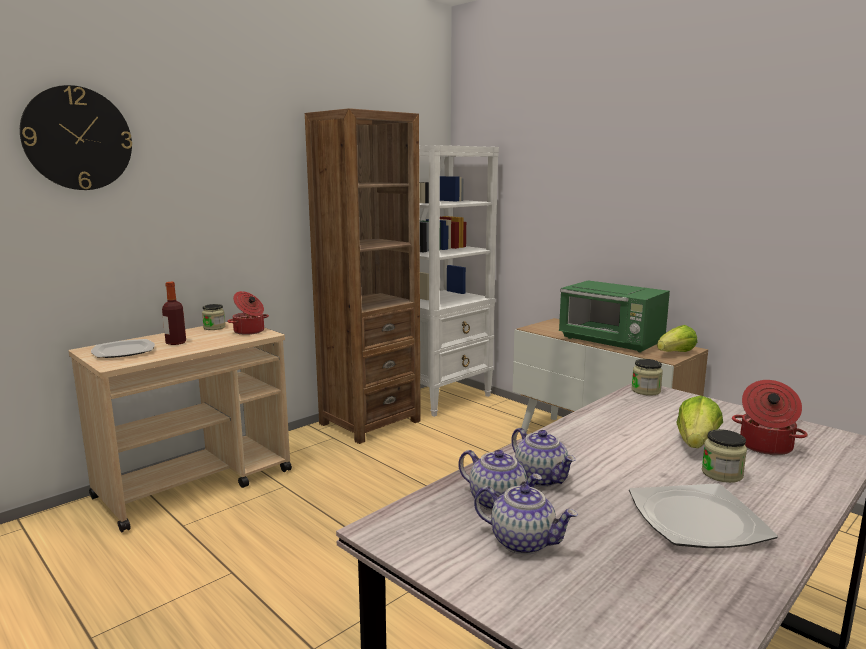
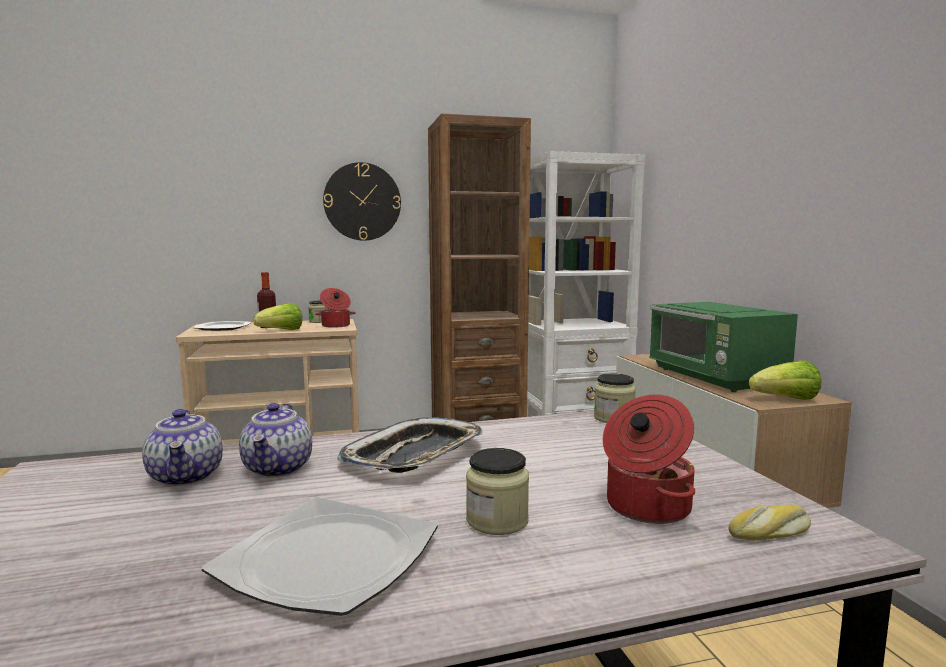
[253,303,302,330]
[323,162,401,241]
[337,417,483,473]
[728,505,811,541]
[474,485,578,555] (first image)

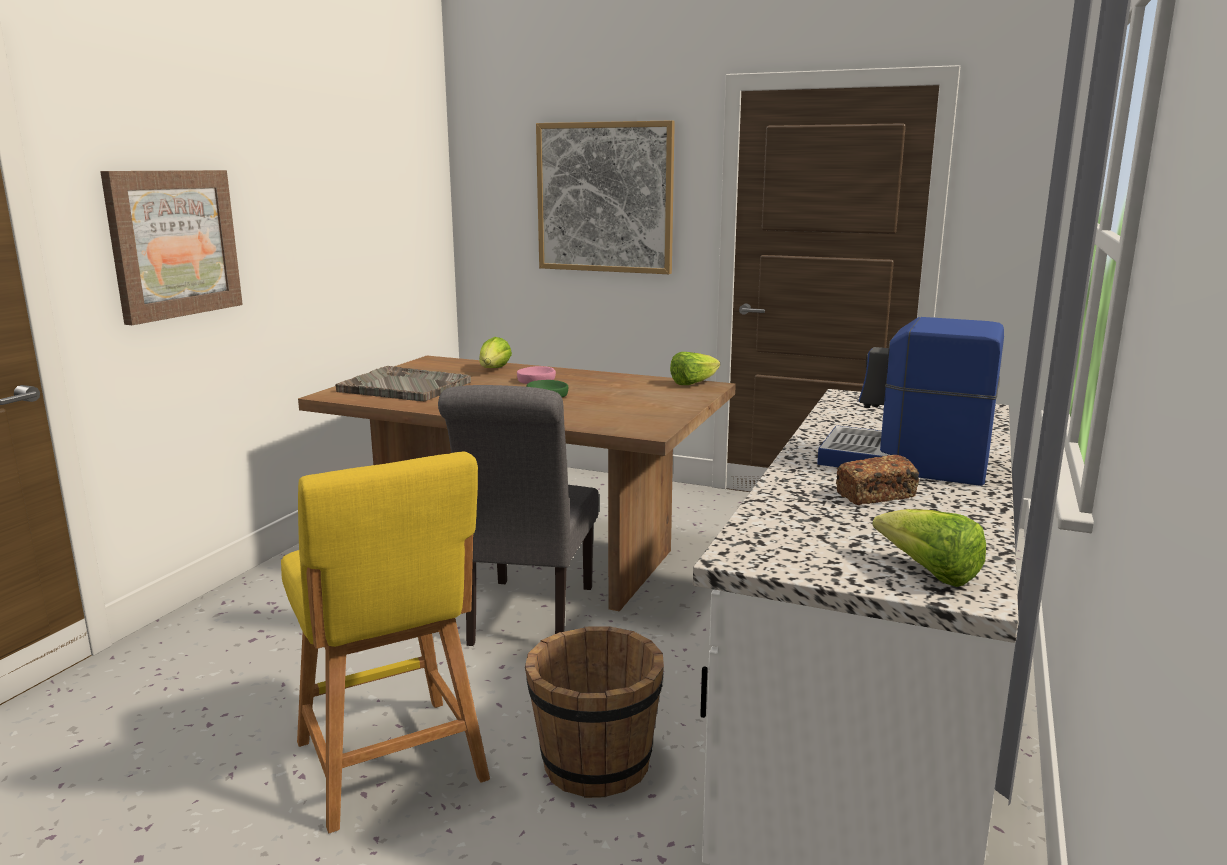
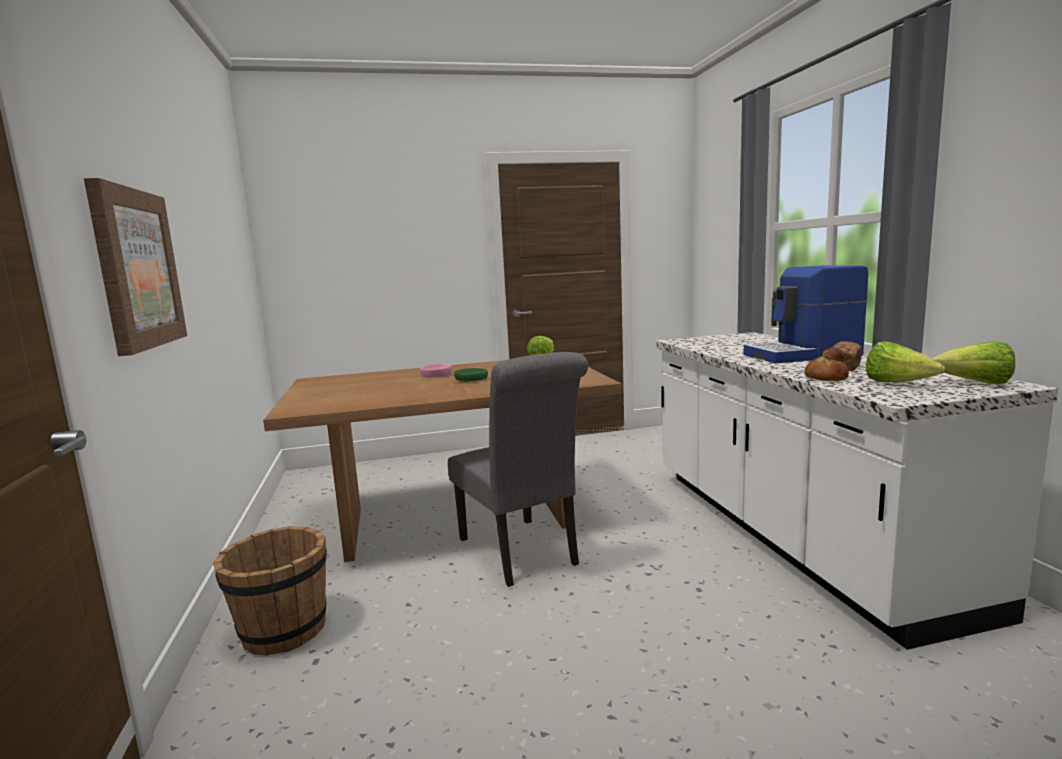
[213,526,327,656]
[804,347,849,381]
[866,341,945,382]
[281,451,490,833] (first image)
[335,366,471,401] (first image)
[536,120,675,274] (first image)

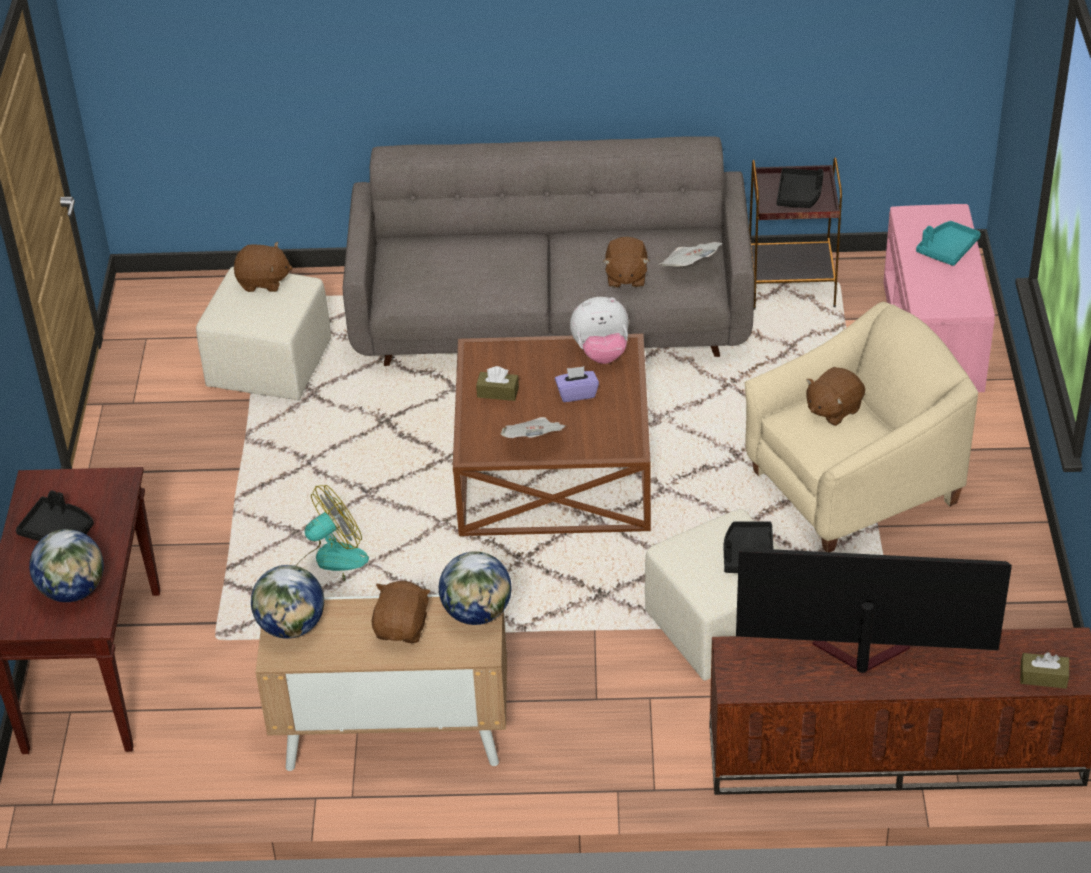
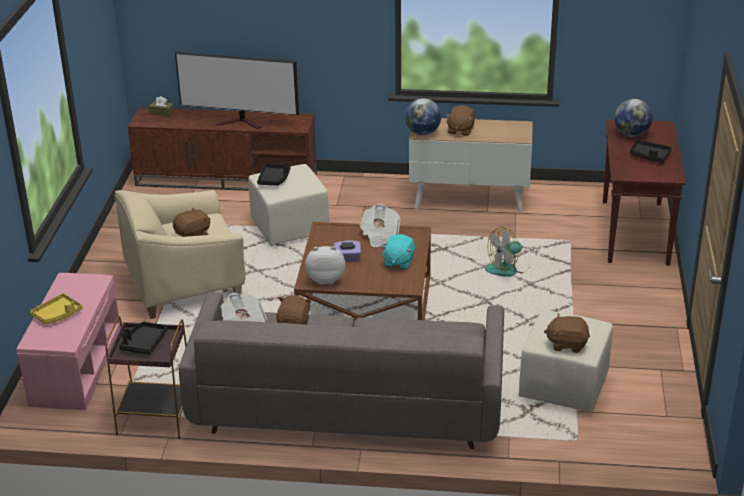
[30,293,83,324]
[381,234,415,270]
[251,565,324,639] (first image)

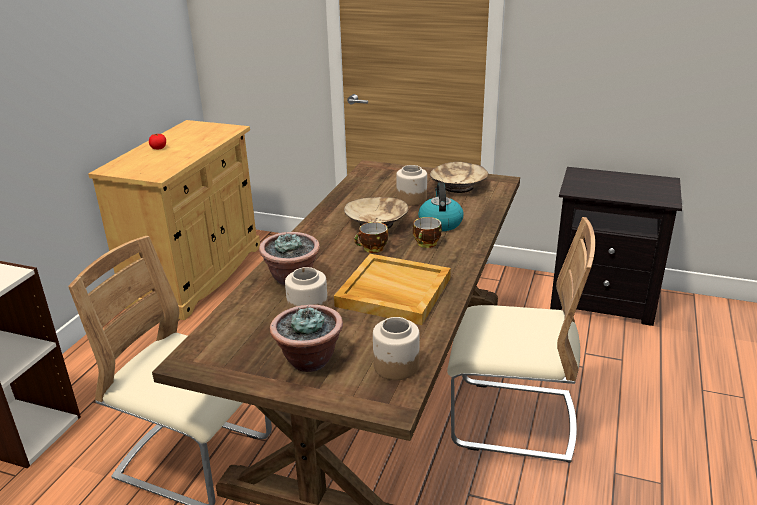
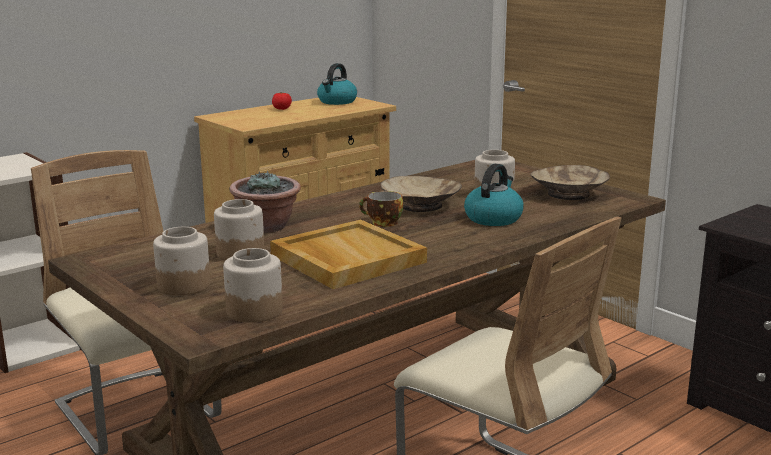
[153,227,210,295]
[317,63,357,105]
[413,217,442,248] (first image)

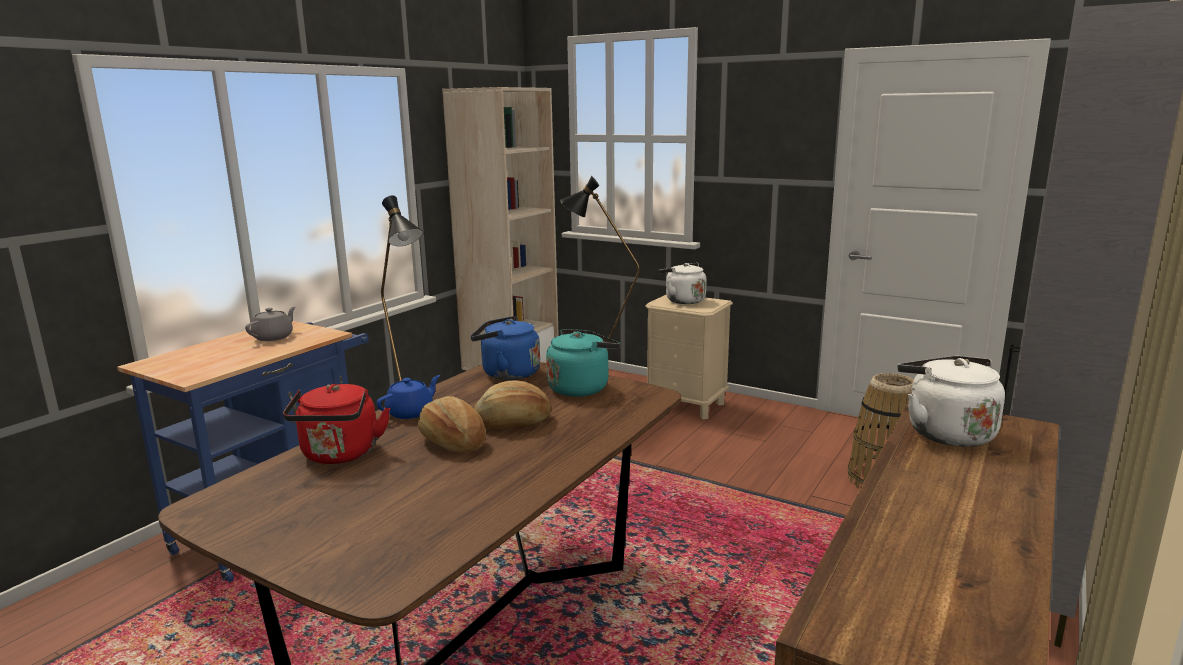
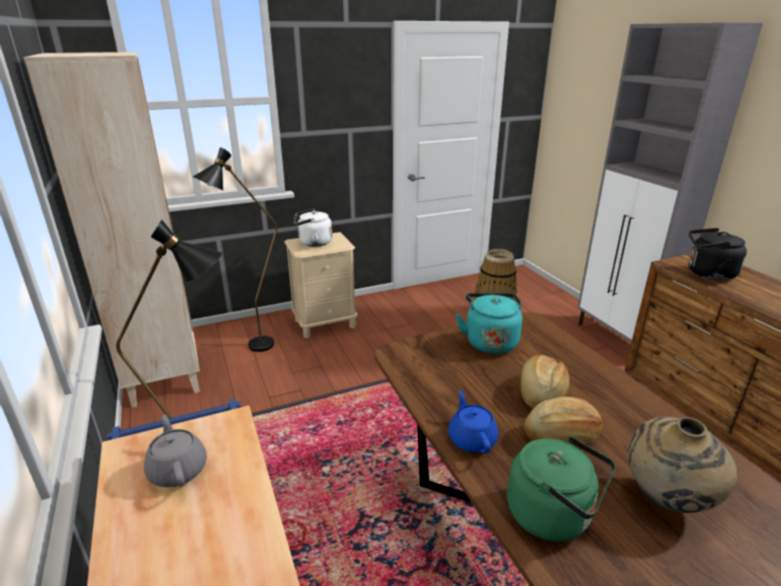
[507,436,616,542]
[628,417,738,513]
[688,228,747,281]
[471,316,540,380] (first image)

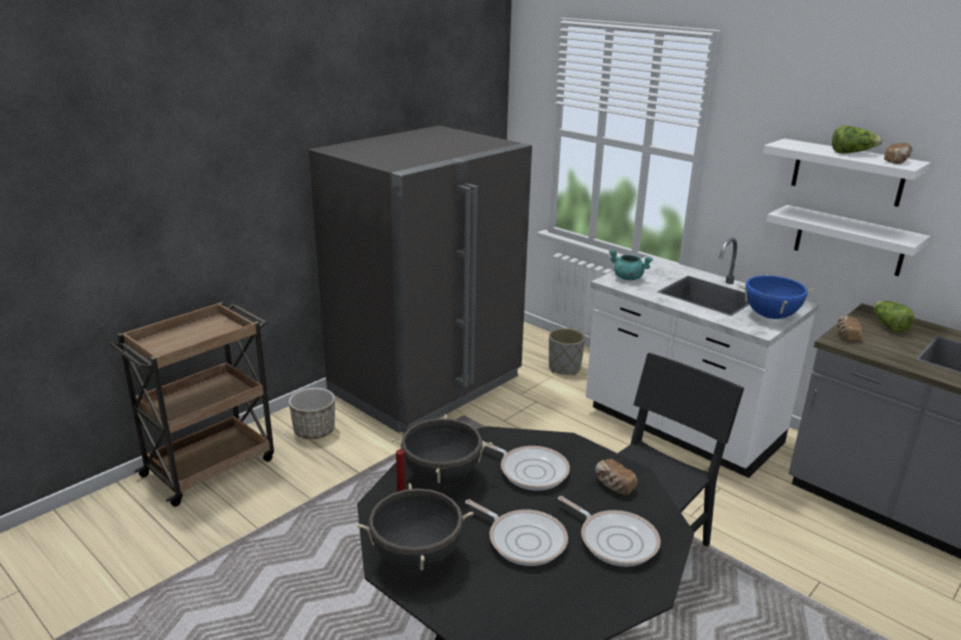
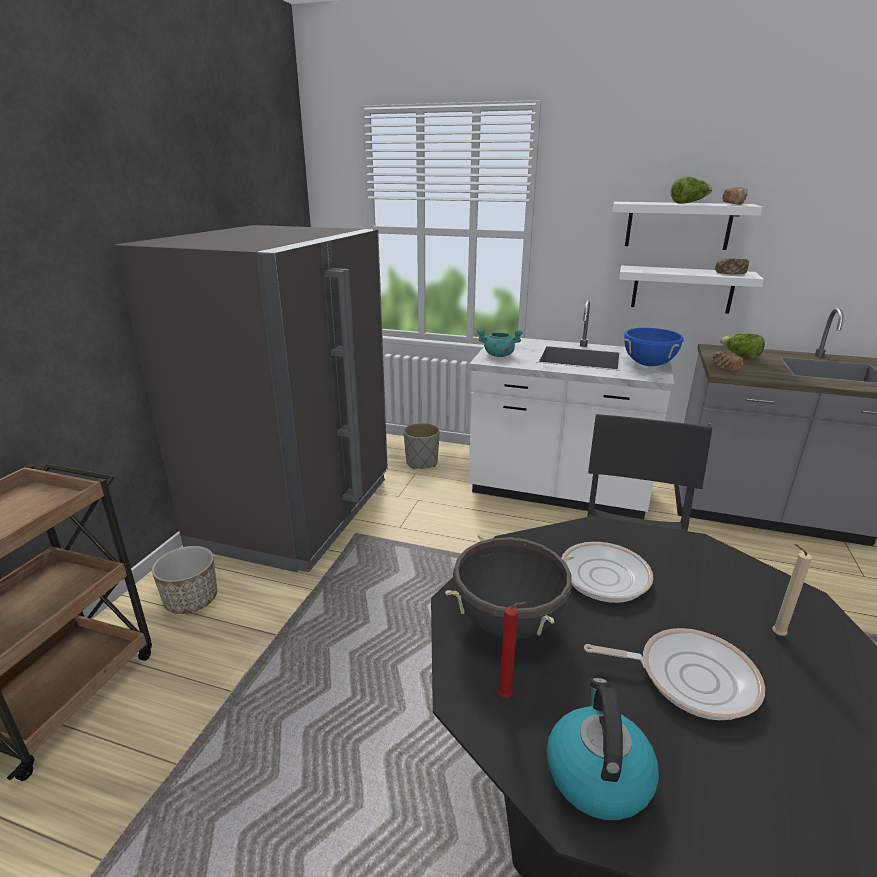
[547,678,659,820]
[715,258,749,274]
[772,544,812,636]

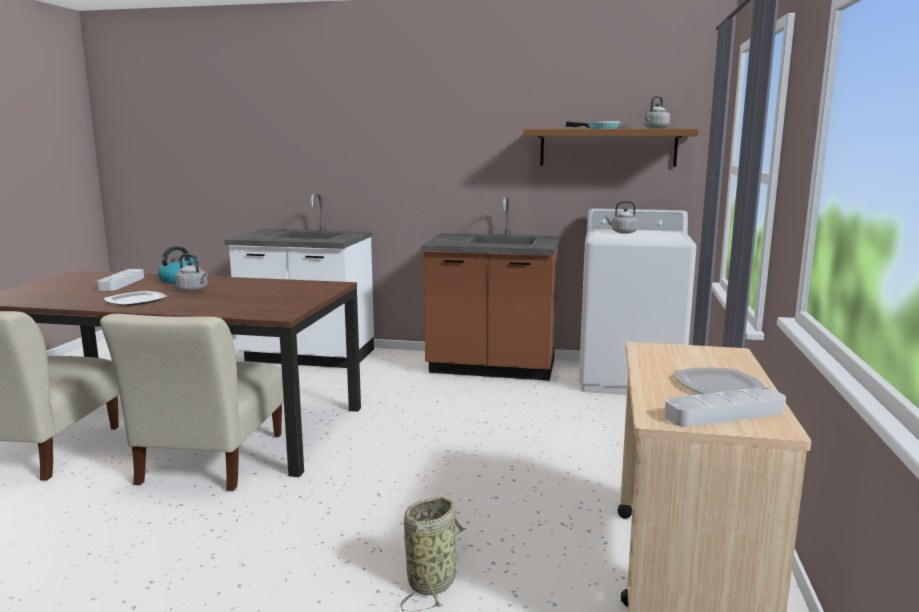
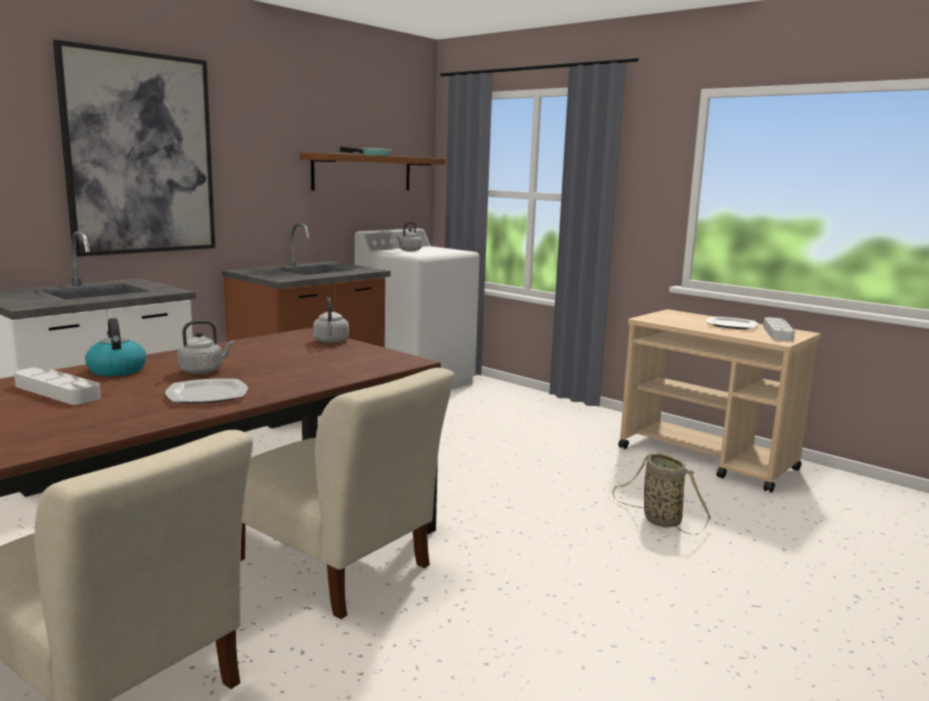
[53,40,215,257]
[313,297,349,343]

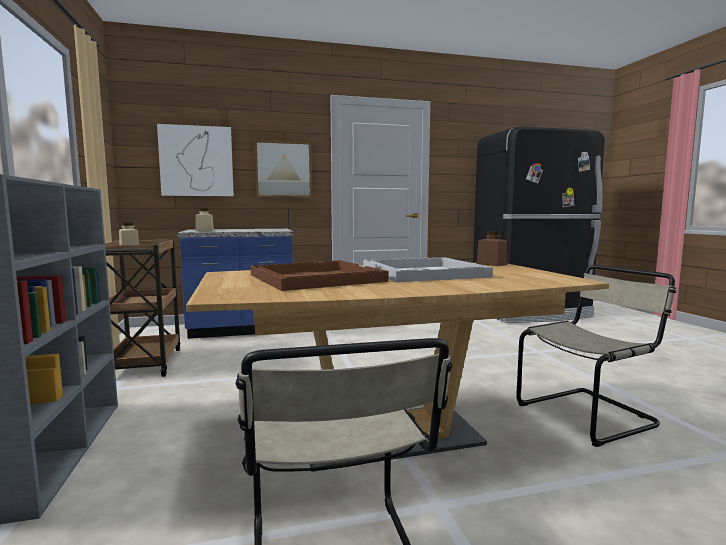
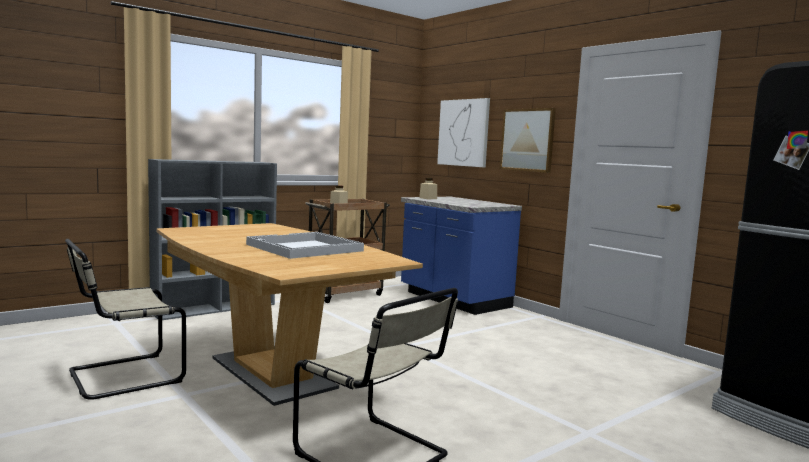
[251,260,388,291] (first image)
[477,231,507,266] (first image)

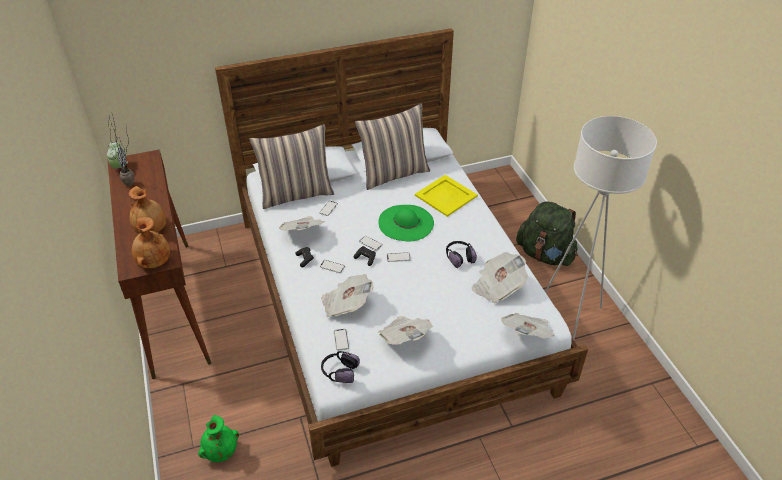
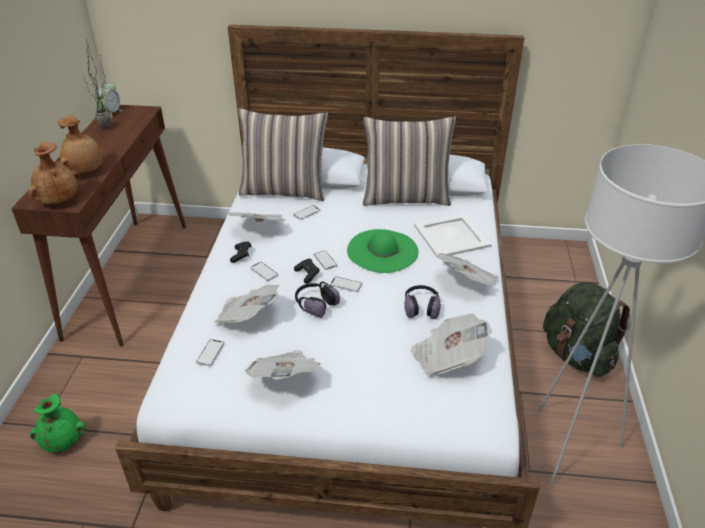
[295,281,340,318]
[414,213,492,257]
[437,253,499,286]

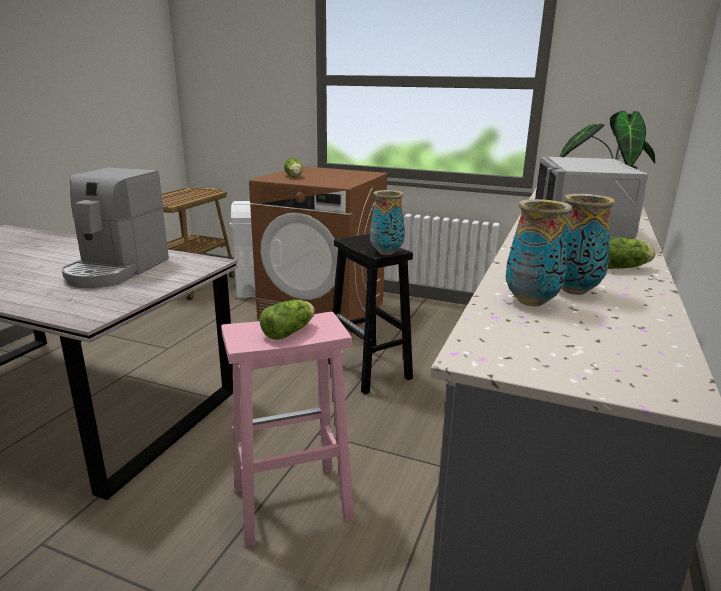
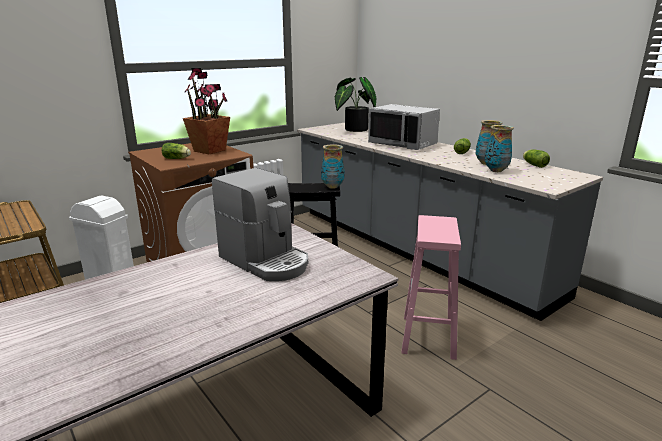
[183,68,230,154]
[523,149,550,168]

